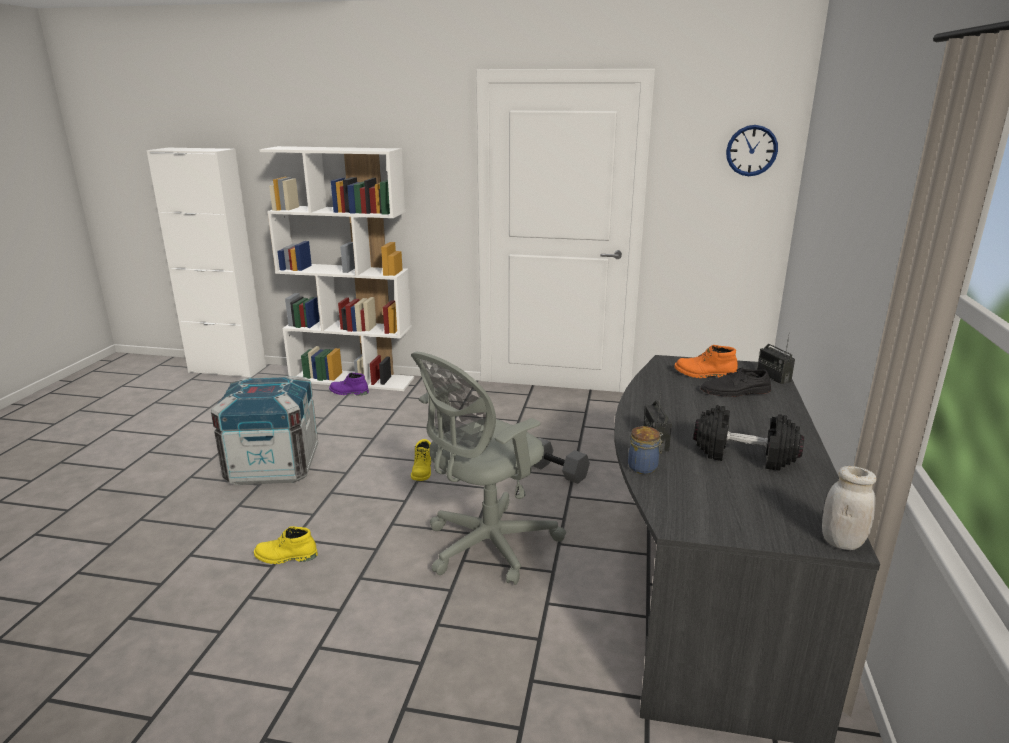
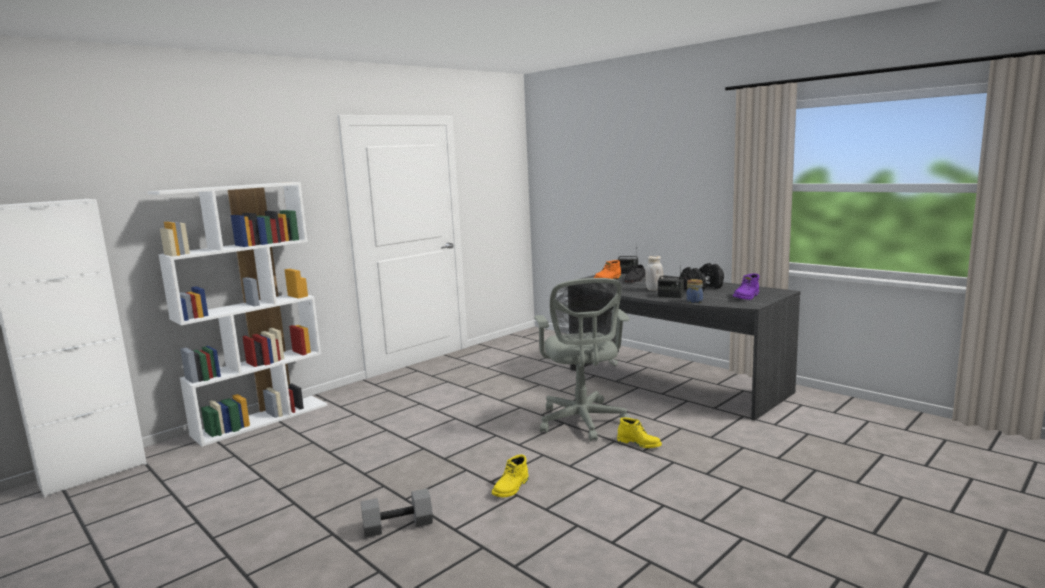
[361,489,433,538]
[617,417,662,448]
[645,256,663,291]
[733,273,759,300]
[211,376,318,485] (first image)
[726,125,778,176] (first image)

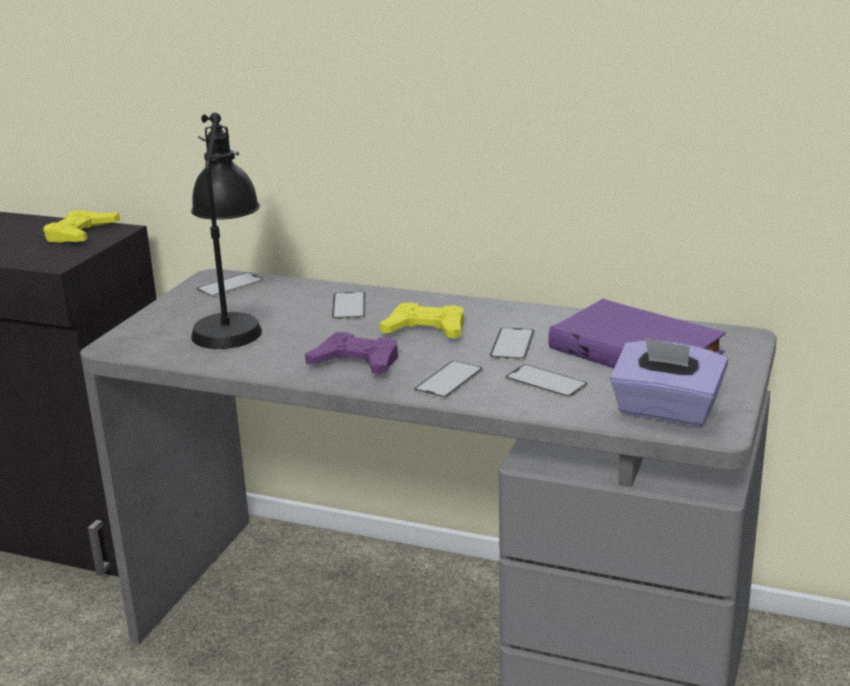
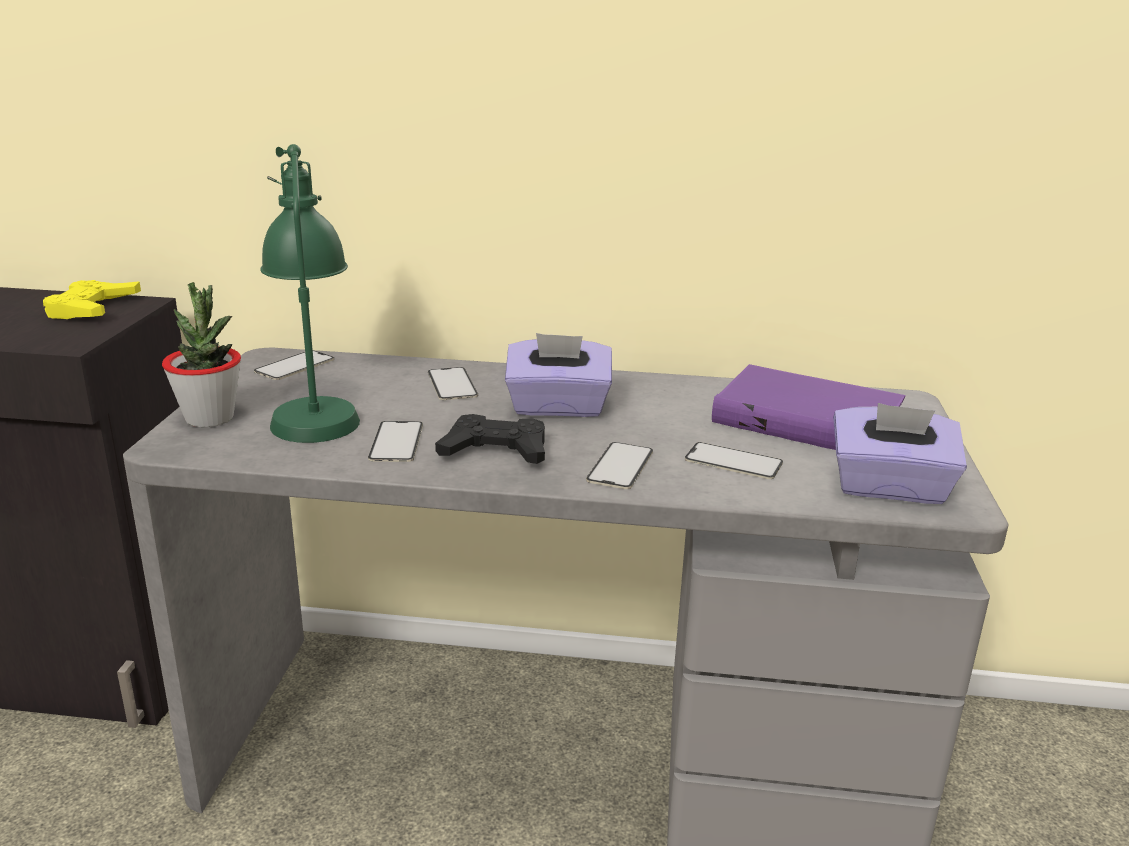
[162,282,241,427]
[260,144,360,443]
[368,421,423,462]
[435,414,545,464]
[505,333,612,417]

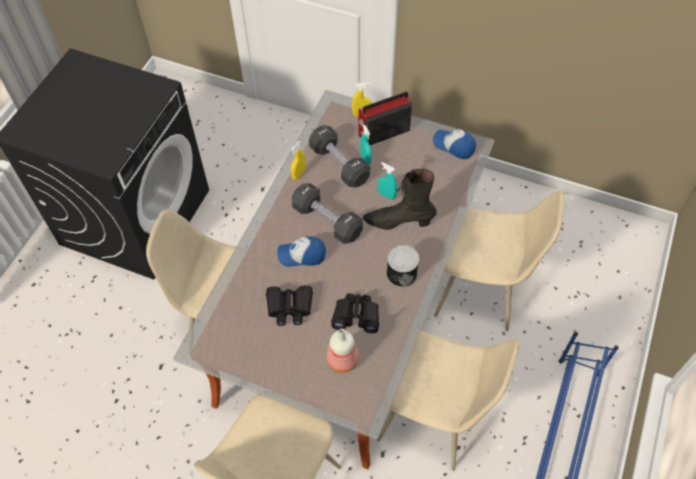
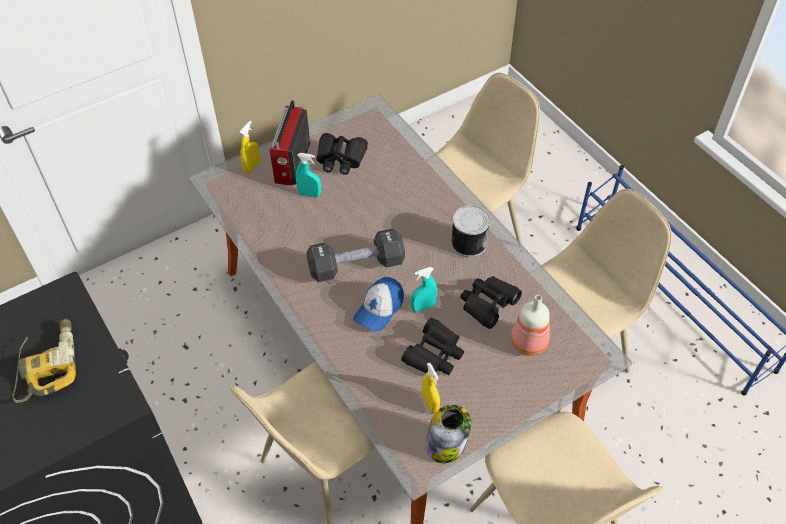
[13,318,76,403]
[316,133,368,175]
[411,267,437,312]
[422,363,440,414]
[425,405,471,463]
[309,125,370,187] (first image)
[363,169,437,230] (first image)
[433,129,476,159] (first image)

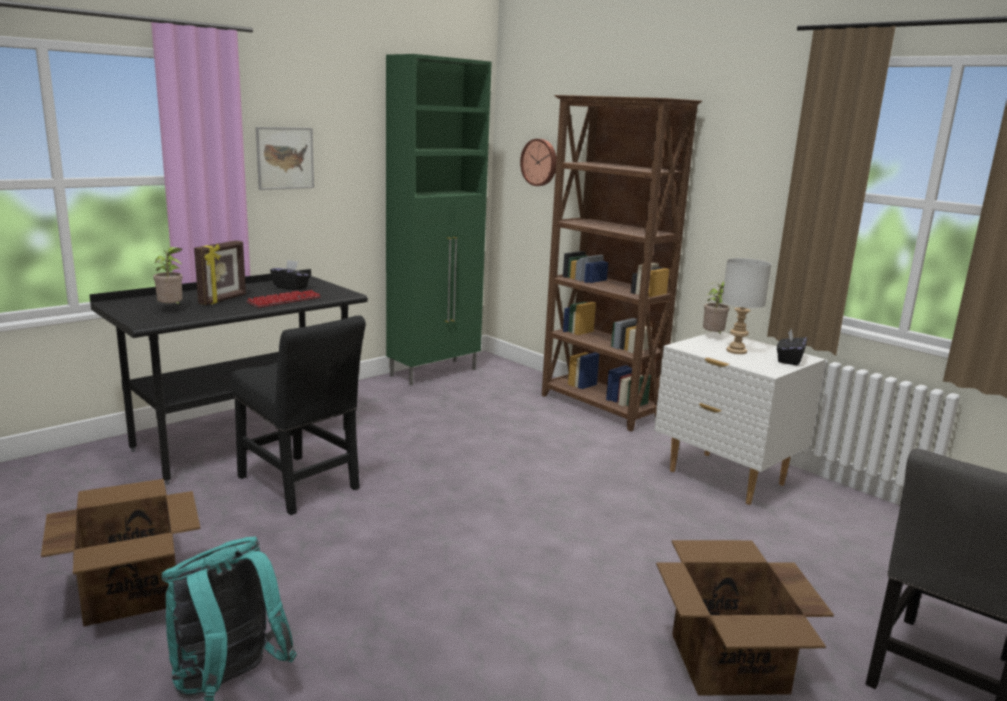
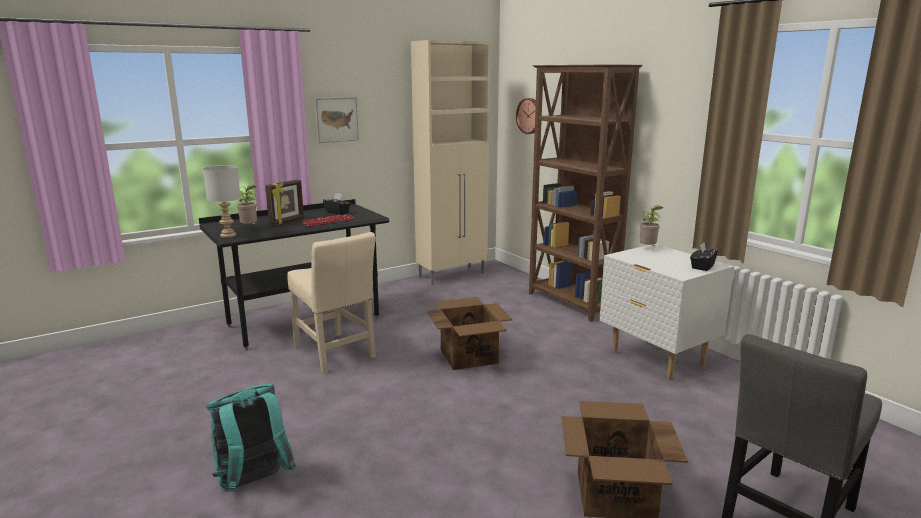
[203,165,241,238]
[287,232,376,374]
[411,40,490,285]
[427,297,513,370]

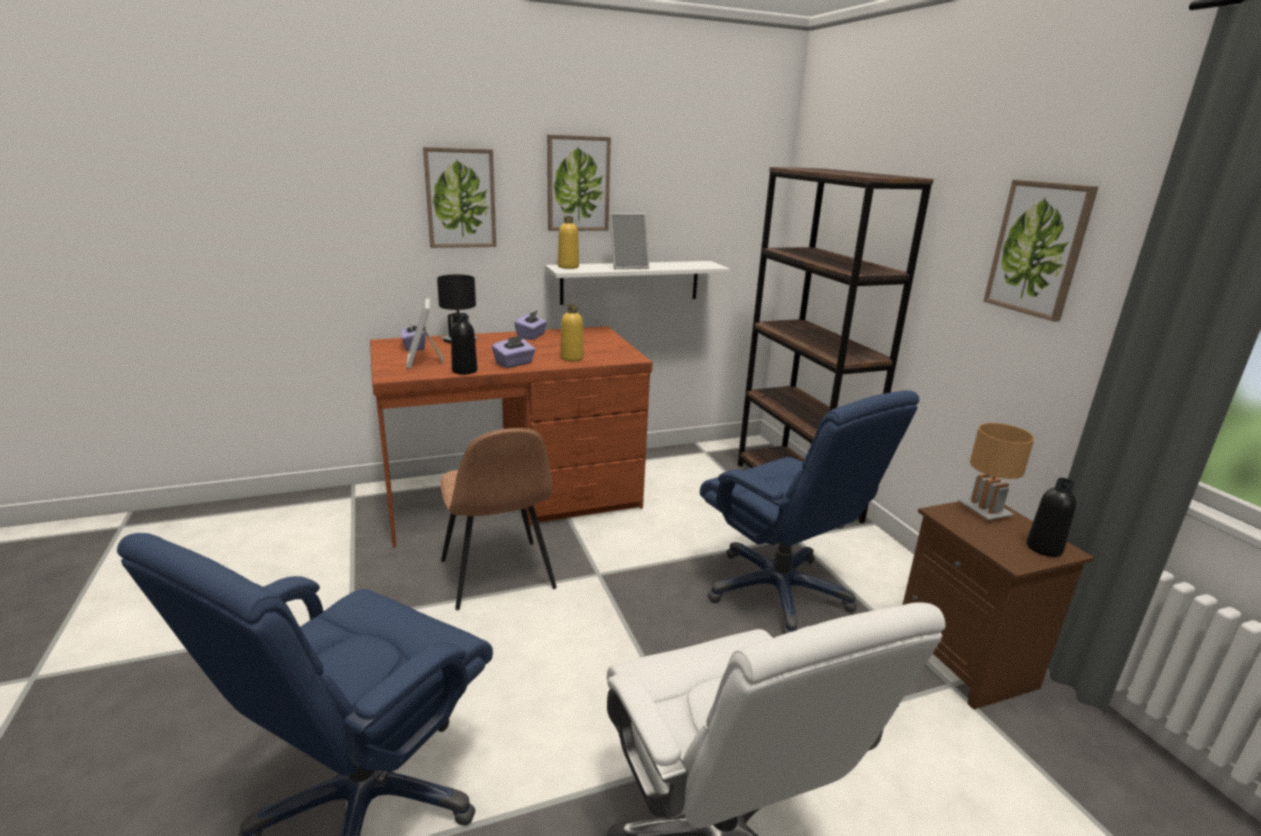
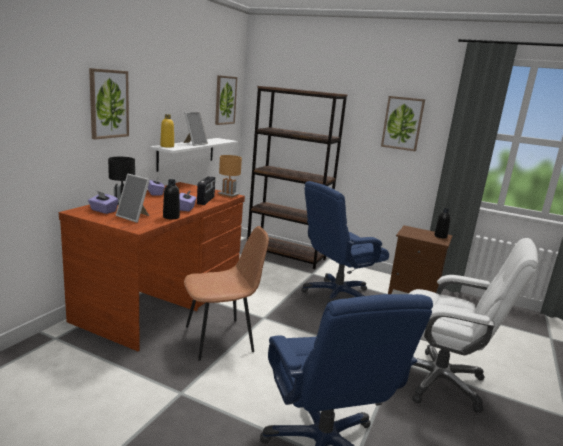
[184,226,269,361]
[197,176,215,205]
[215,75,237,125]
[218,155,242,198]
[301,181,389,308]

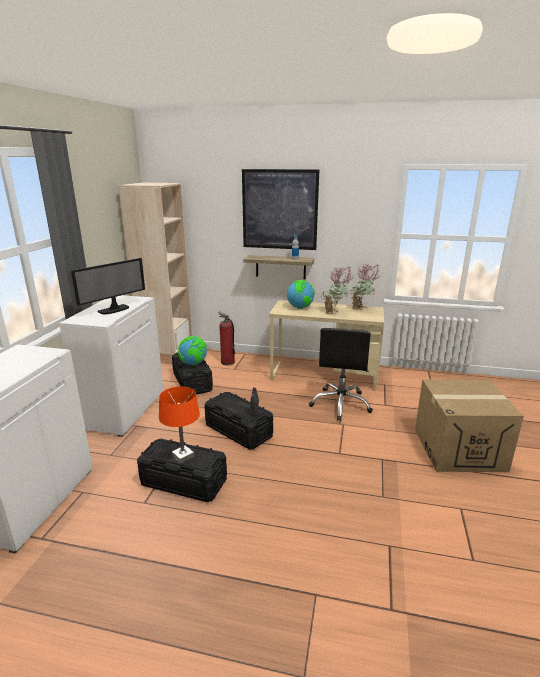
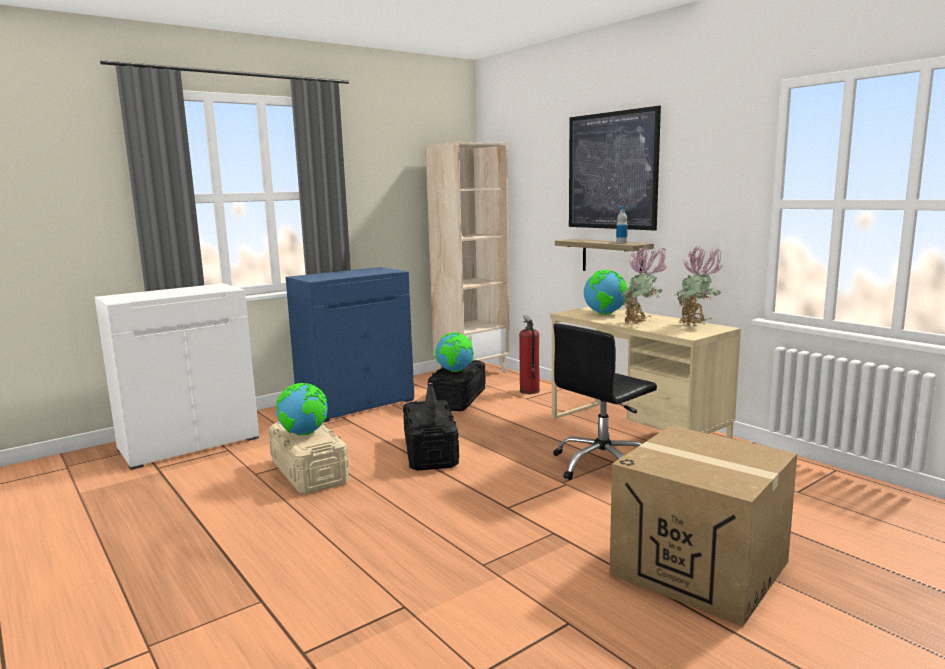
[268,422,349,494]
[276,383,328,435]
[286,267,414,422]
[71,258,145,315] (first image)

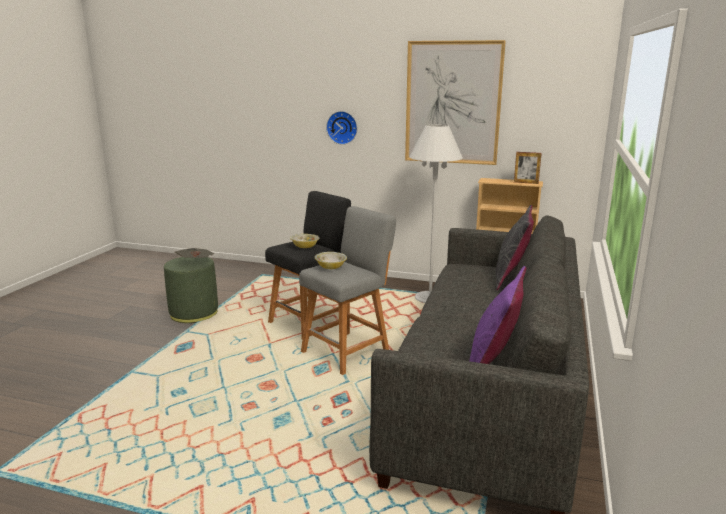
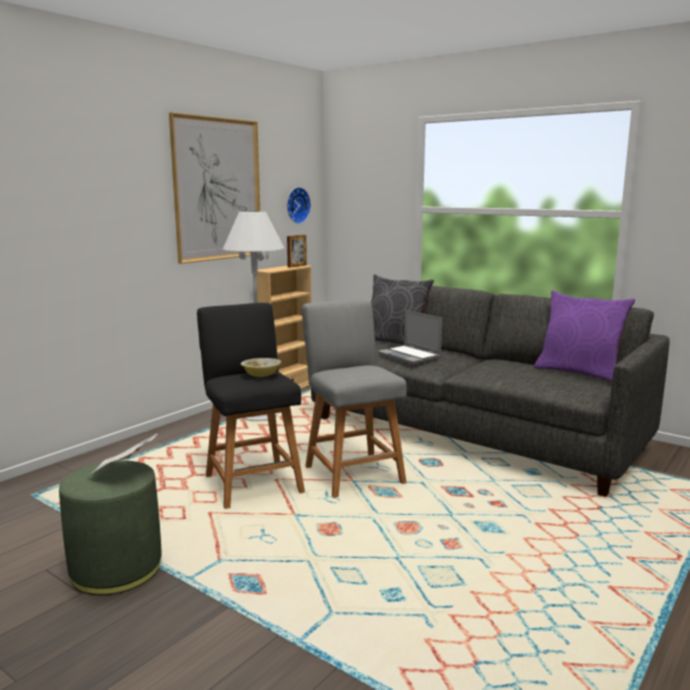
[287,187,311,224]
[378,310,442,365]
[315,252,347,269] (first image)

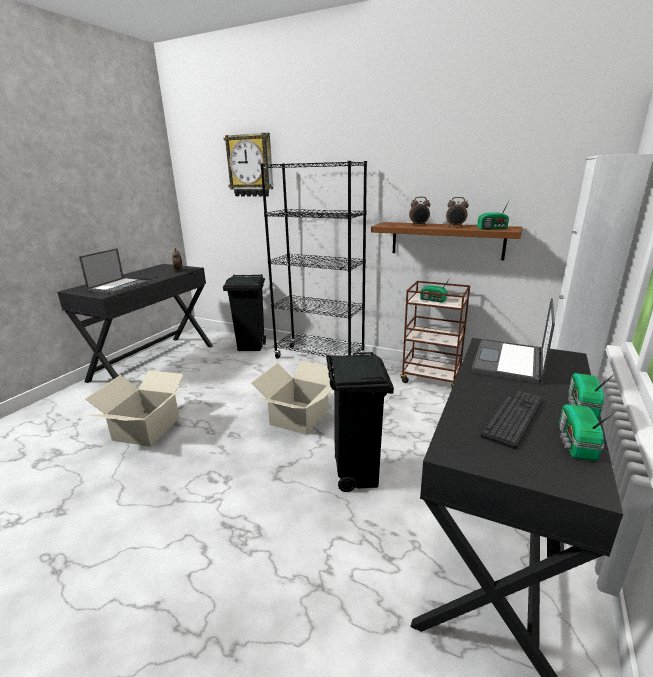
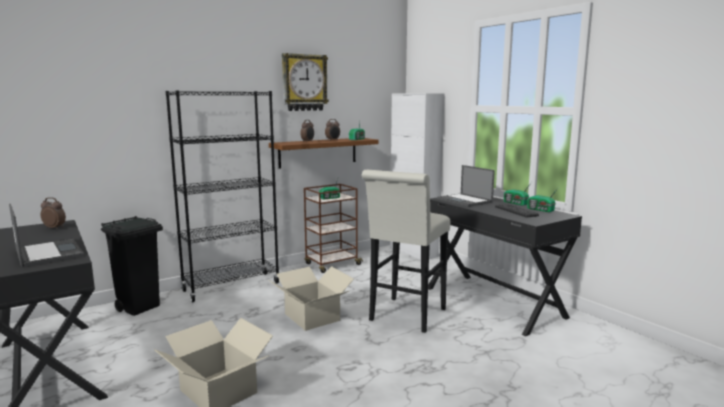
[282,53,329,111]
[362,170,451,333]

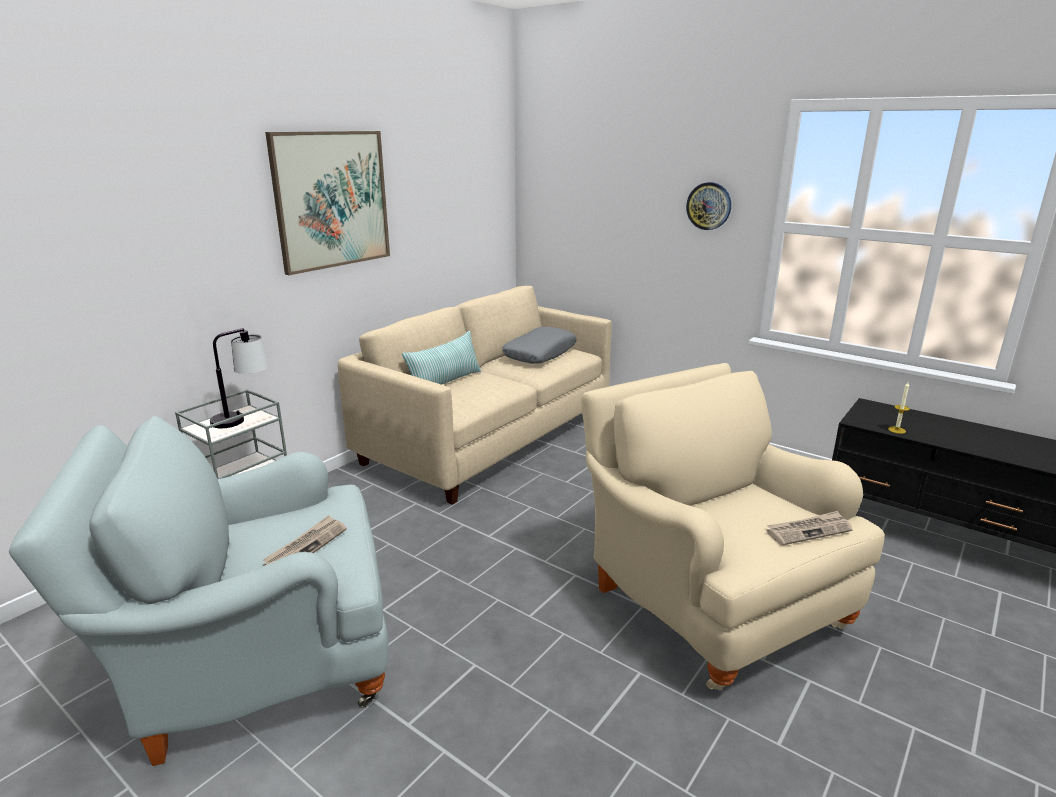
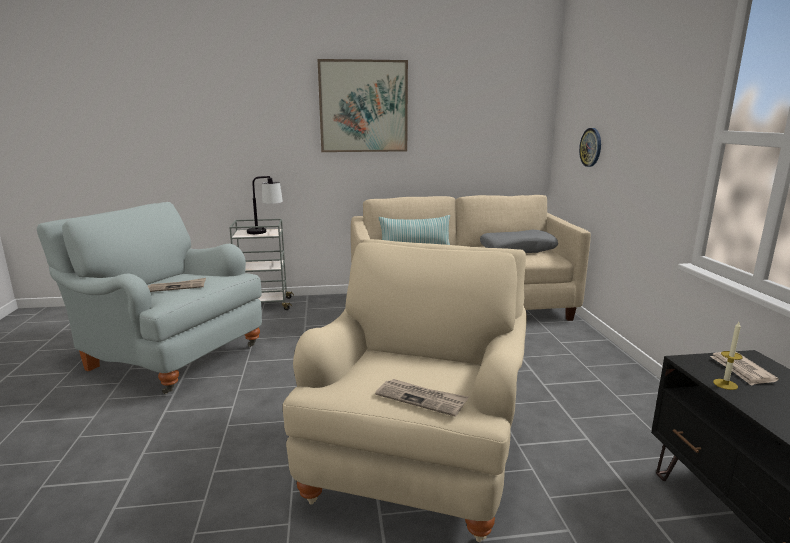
[579,128,601,167]
[710,352,779,386]

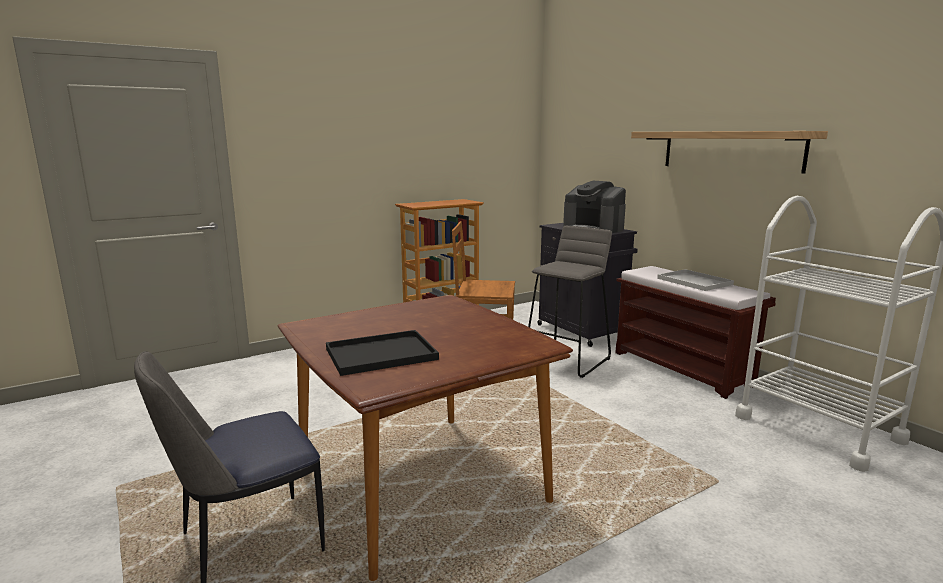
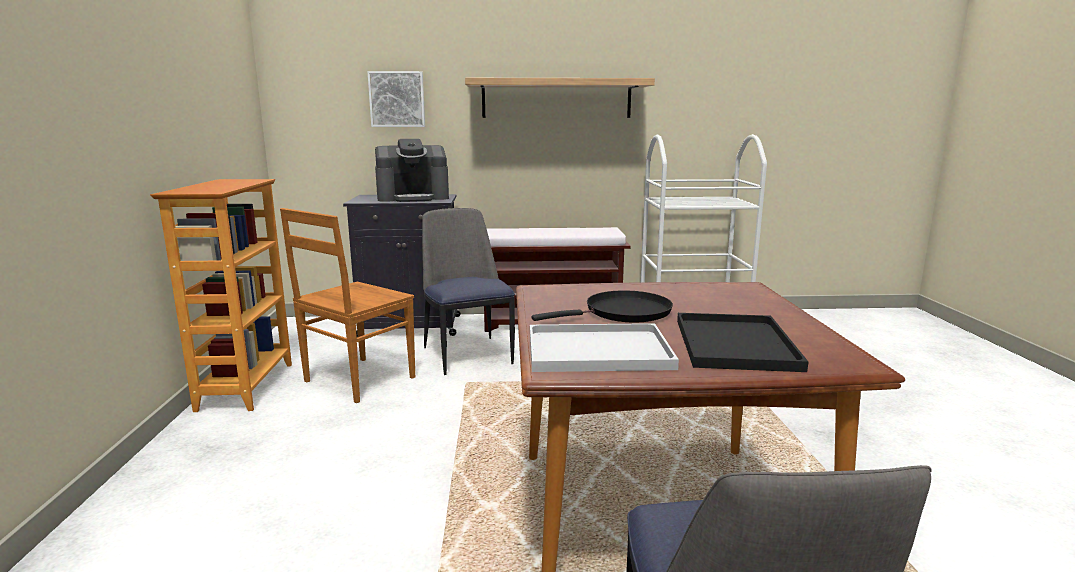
[367,71,425,127]
[422,208,515,375]
[530,323,679,372]
[531,290,673,322]

